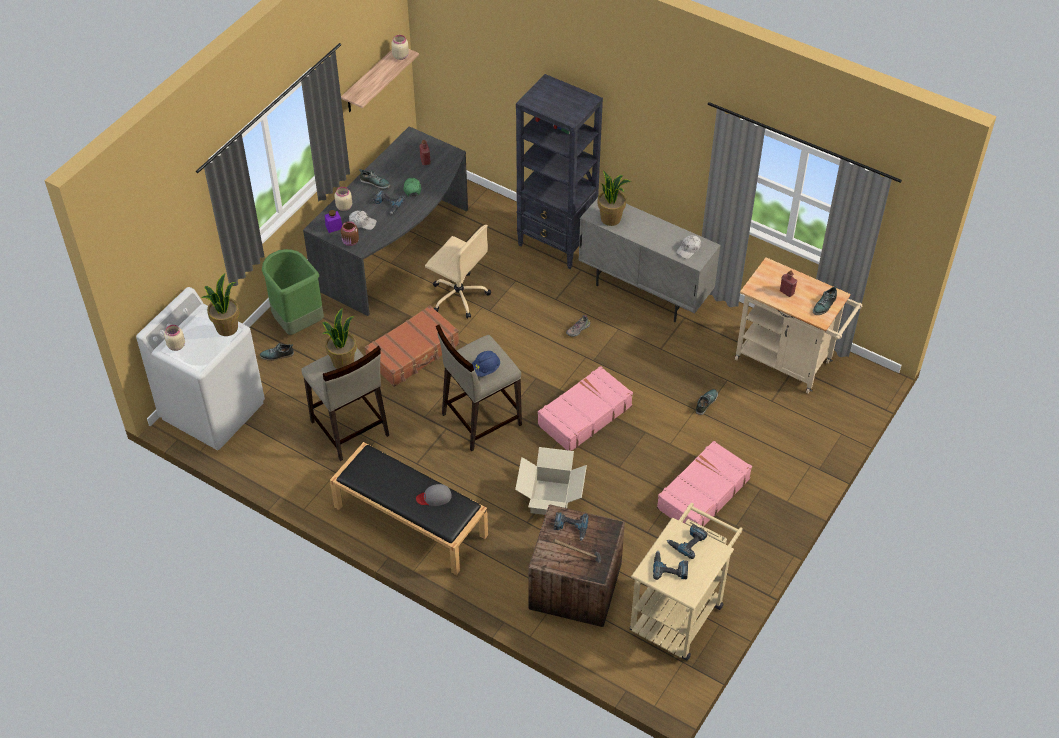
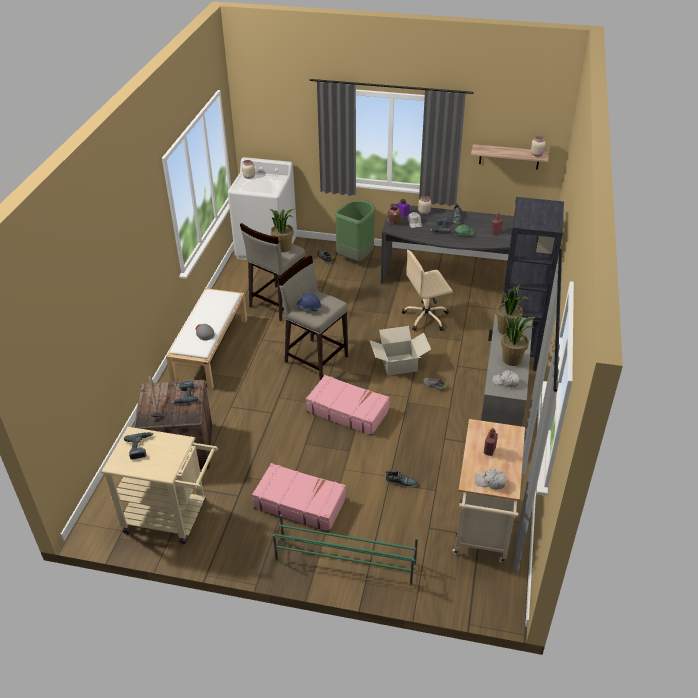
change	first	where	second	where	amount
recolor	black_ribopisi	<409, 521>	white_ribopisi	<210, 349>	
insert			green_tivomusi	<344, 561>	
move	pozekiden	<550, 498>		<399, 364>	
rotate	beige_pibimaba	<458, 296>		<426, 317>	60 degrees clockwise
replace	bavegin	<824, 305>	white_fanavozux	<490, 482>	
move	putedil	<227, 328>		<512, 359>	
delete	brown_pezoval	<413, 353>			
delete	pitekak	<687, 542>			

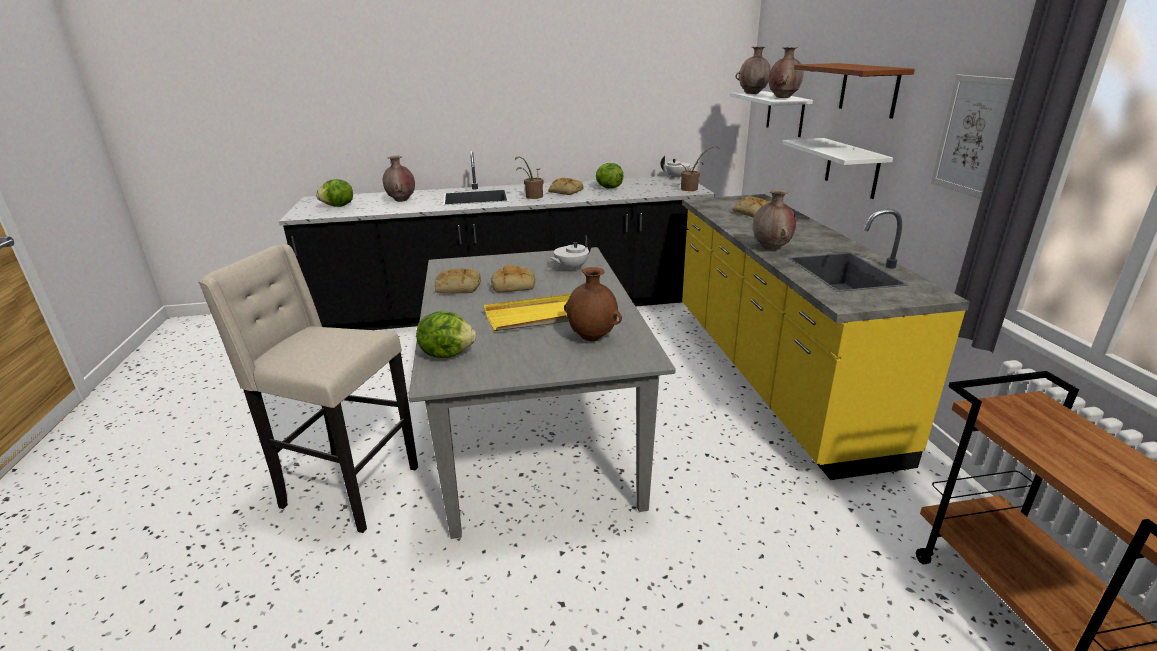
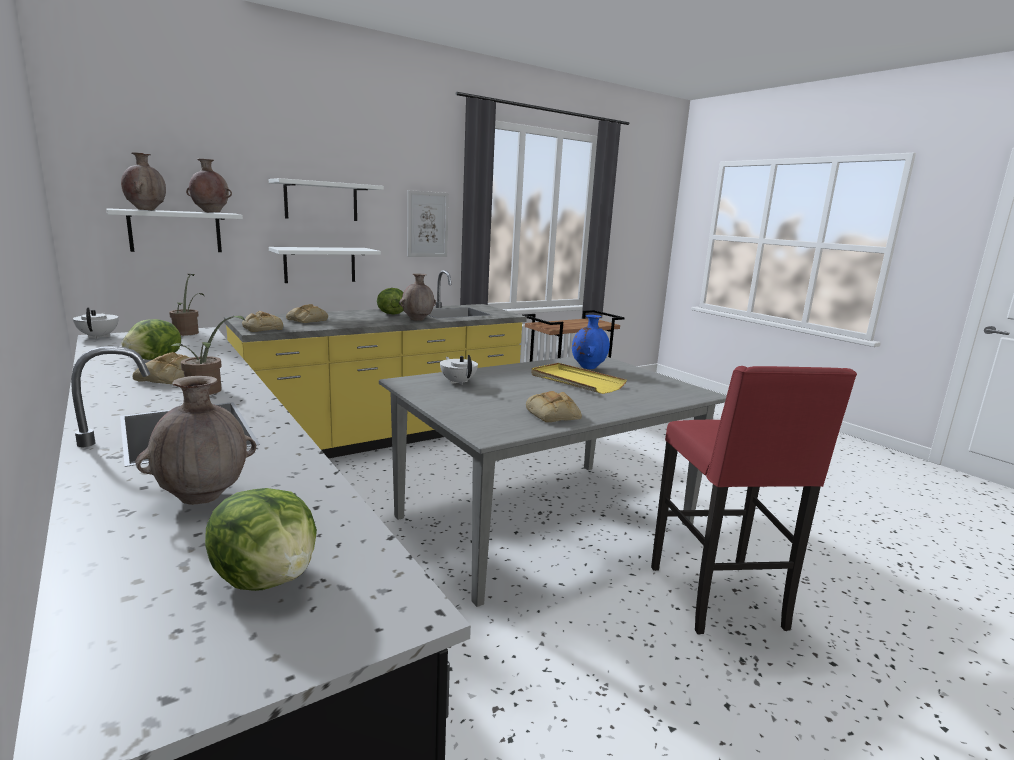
change	first	where	second	where	amount
move	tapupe	<513, 285>		<262, 328>	
recolor	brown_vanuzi	<868, 89>	white_vanuzi	<321, 201>	
move	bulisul	<447, 353>		<391, 314>	
rotate	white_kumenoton	<571, 268>		<458, 382>	150 degrees counterclockwise
recolor	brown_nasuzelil	<592, 337>	blue_nasuzelil	<588, 367>	
recolor	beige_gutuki	<347, 489>	red_gutuki	<719, 599>	

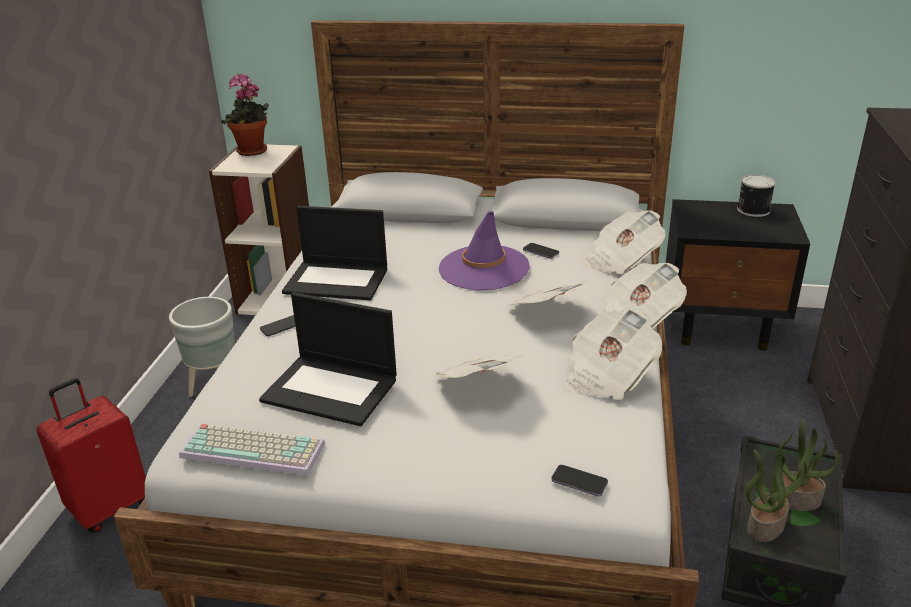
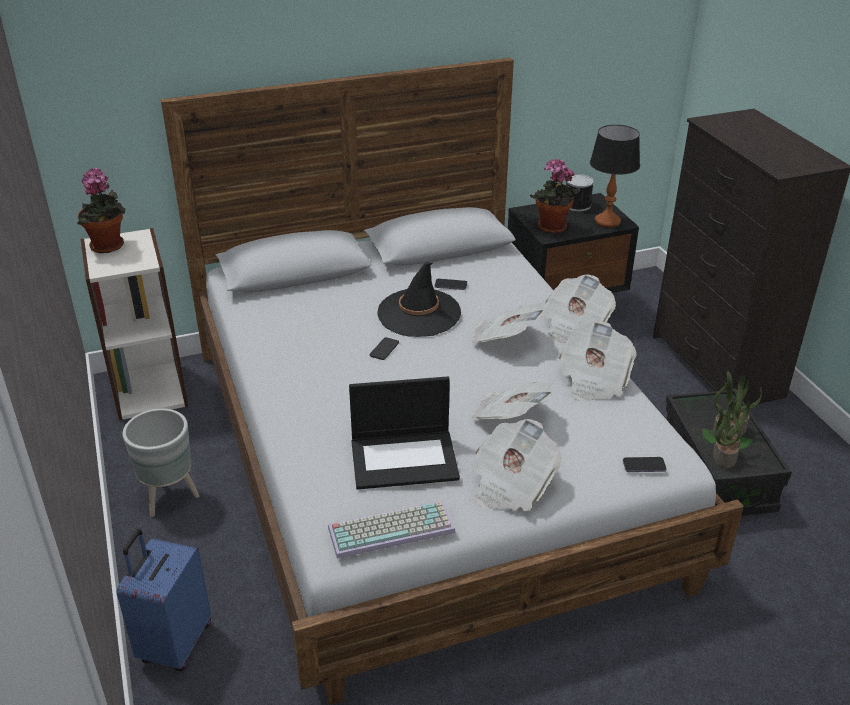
change	first	where	second	where	amount
recolor	red_pezoval	<110, 507>	blue_pezoval	<174, 643>	
move	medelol	<281, 326>		<384, 349>	
recolor	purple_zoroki	<484, 268>	black_zoroki	<419, 313>	
move	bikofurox	<621, 260>		<511, 484>	
insert			putedil	<551, 228>	
insert			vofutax	<607, 221>	
delete	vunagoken	<338, 280>			

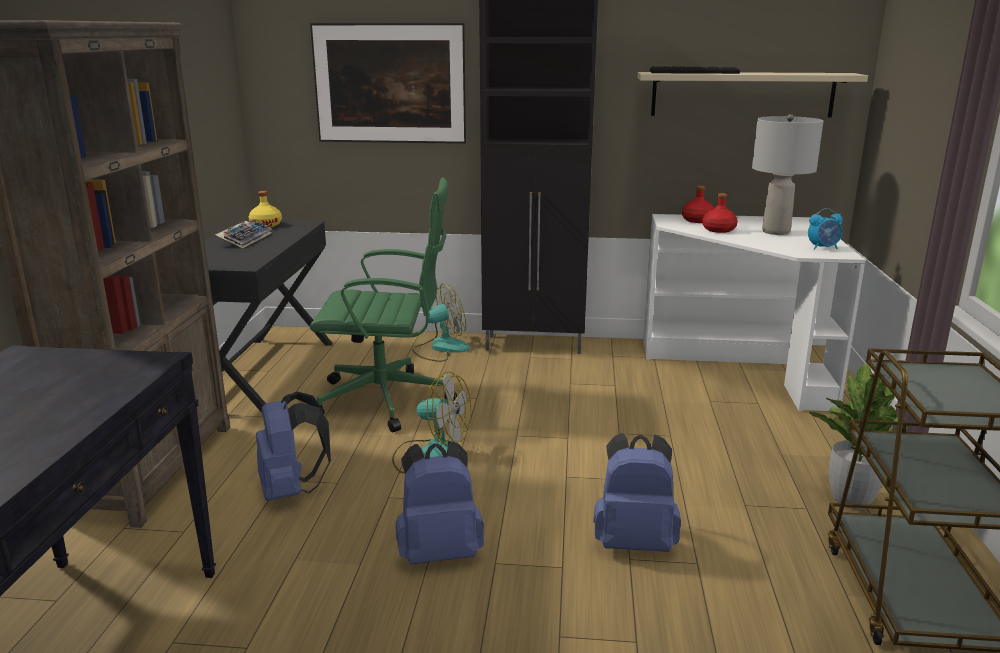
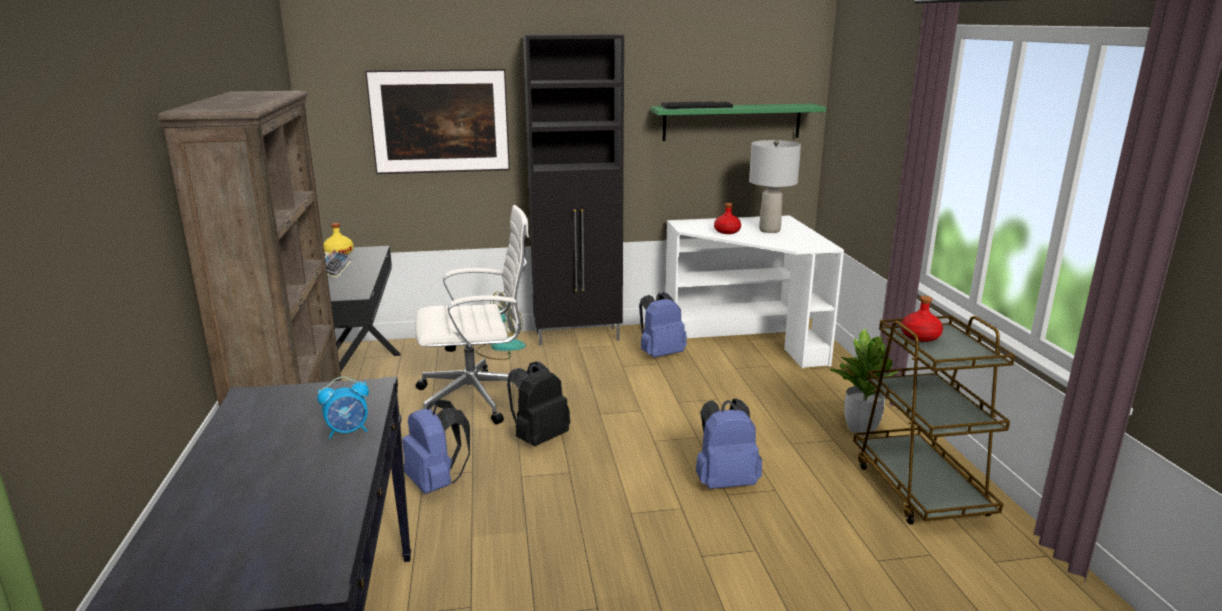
change	first	where	second	where	amount
move	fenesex	<823, 248>		<348, 432>	
recolor	green_pibimaba	<387, 400>	white_pibimaba	<477, 398>	
replace	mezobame	<431, 454>	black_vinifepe	<538, 438>	
move	blue_vinifepe	<439, 552>		<660, 354>	
recolor	beige_vanuzi	<742, 94>	green_vanuzi	<732, 122>	
move	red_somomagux	<698, 220>		<920, 336>	

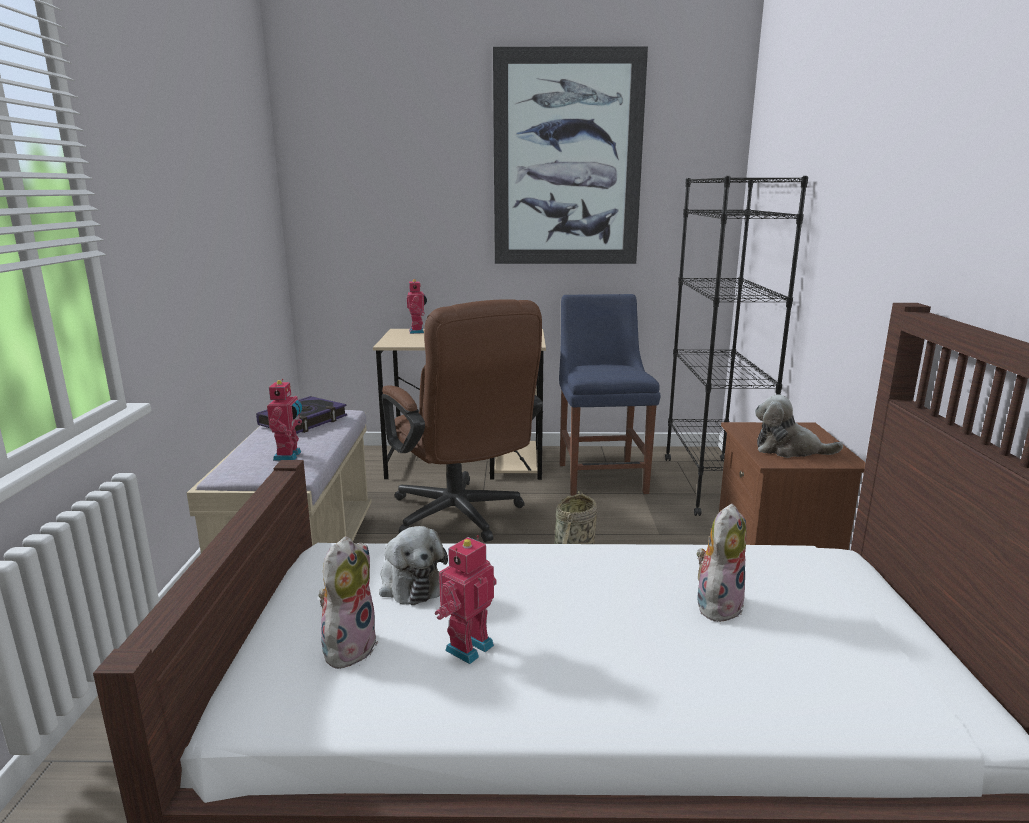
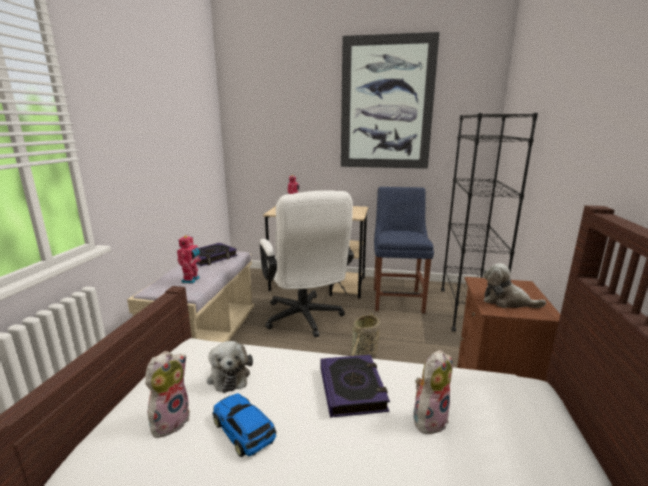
change	first	where	second	where	amount
replace	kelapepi	<467, 646>	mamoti	<244, 431>	
recolor	brown_pibimaba	<461, 518>	white_pibimaba	<305, 320>	
insert			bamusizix	<352, 389>	

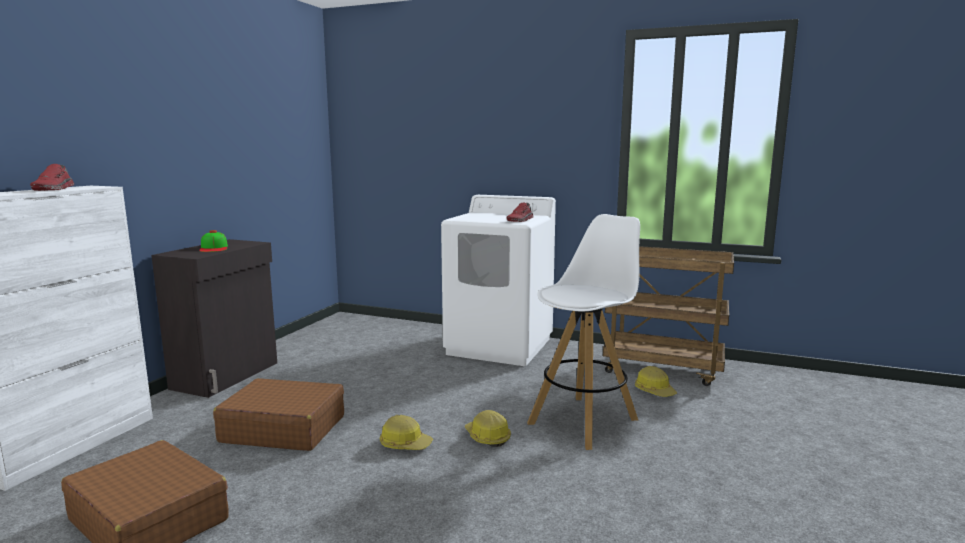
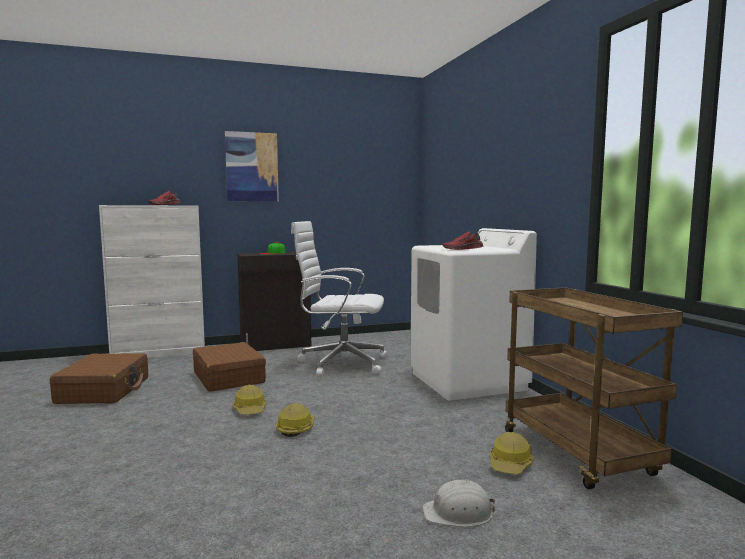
change	first	where	second	where	amount
insert			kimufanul	<252, 167>	
insert			white_pibimaba	<340, 363>	
insert			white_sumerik	<458, 513>	
delete	white_gutuki	<584, 420>			

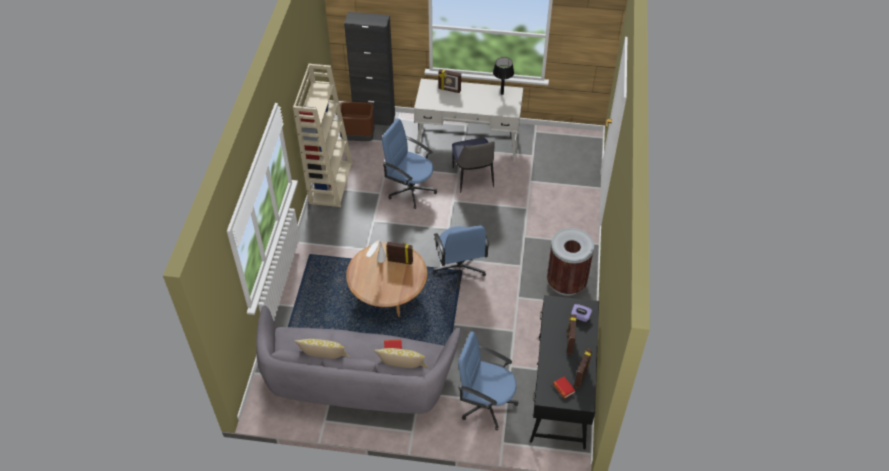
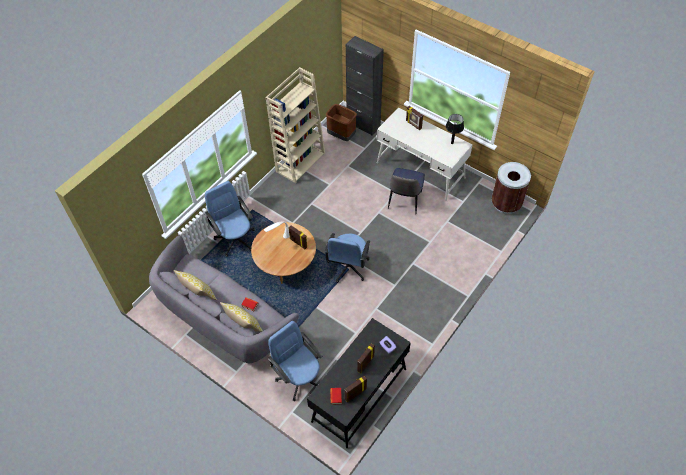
change	first	where	second	where	amount
move	blue_pibimaba	<411, 190>		<235, 239>	
move	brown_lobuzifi	<566, 282>		<506, 204>	

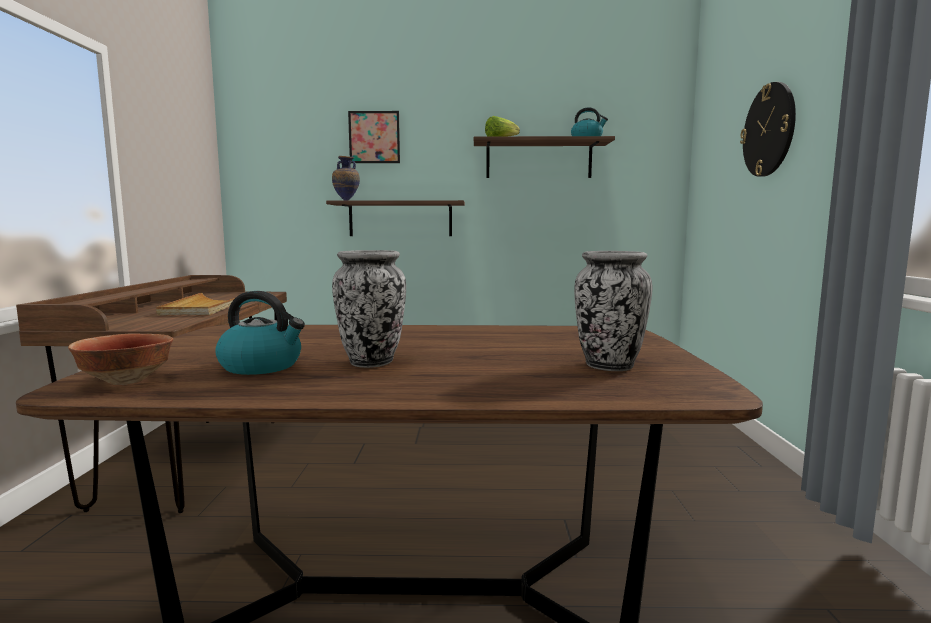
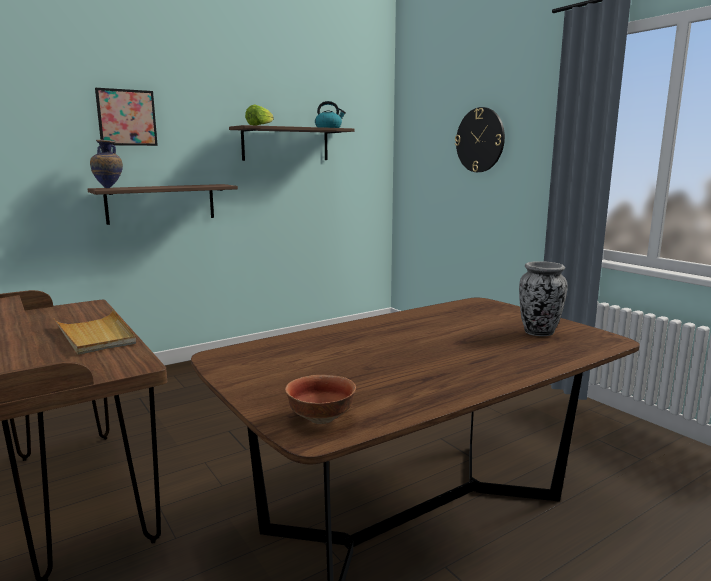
change	first	where	second	where	amount
delete	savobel	<262, 366>			
delete	nasuzelil	<372, 362>			

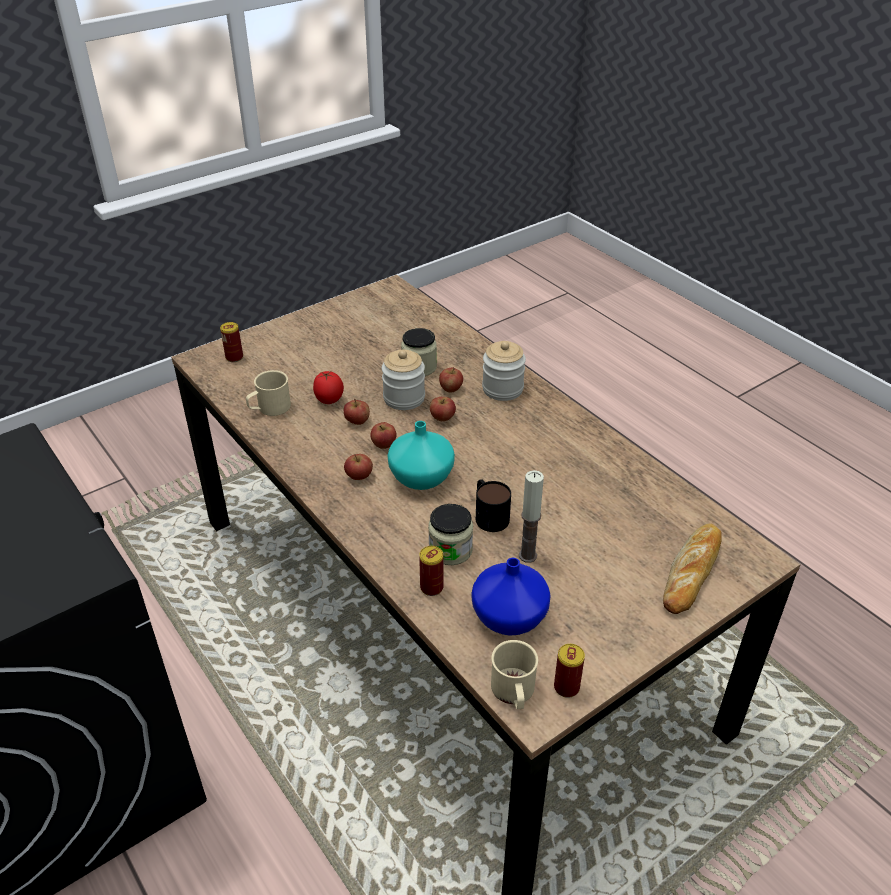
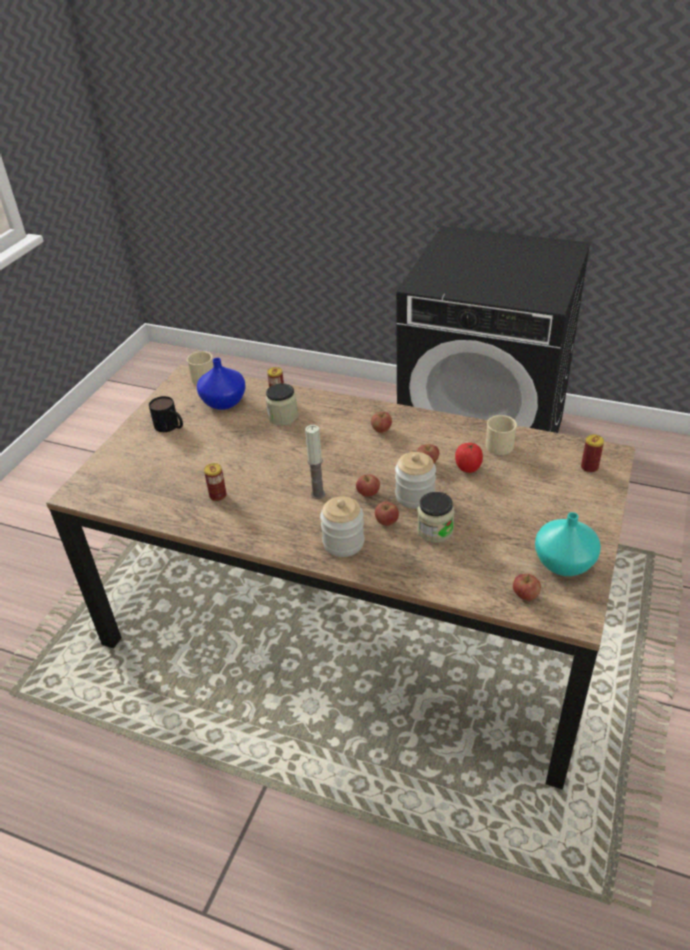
change	first	where	second	where	amount
move	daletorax	<488, 514>		<170, 427>	
move	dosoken	<566, 687>		<218, 496>	
move	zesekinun	<527, 555>		<318, 494>	
move	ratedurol	<384, 445>		<525, 595>	
move	turquoise_nasuzelil	<422, 477>		<563, 564>	
delete	tapupe	<692, 572>			

